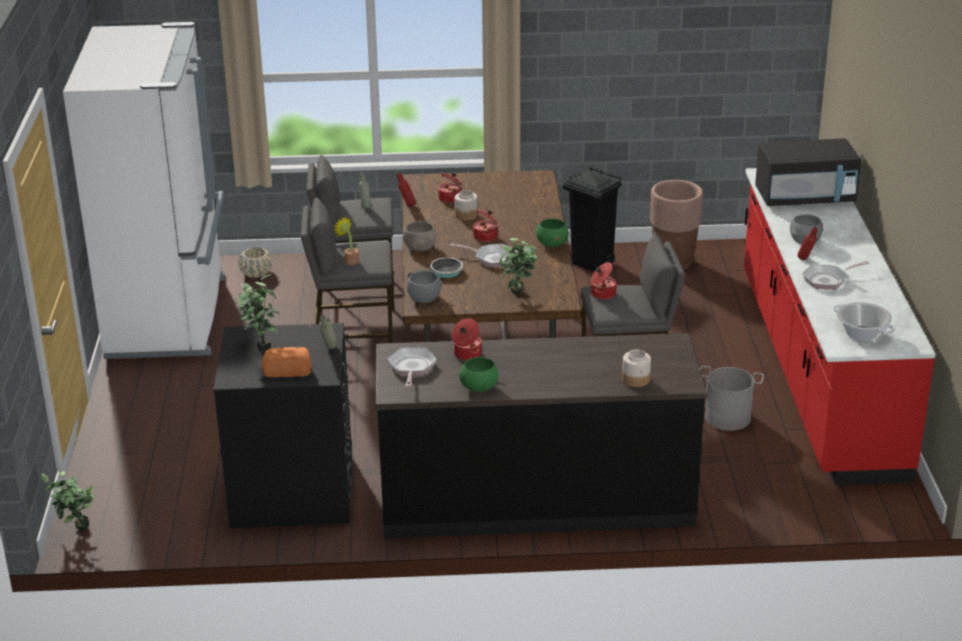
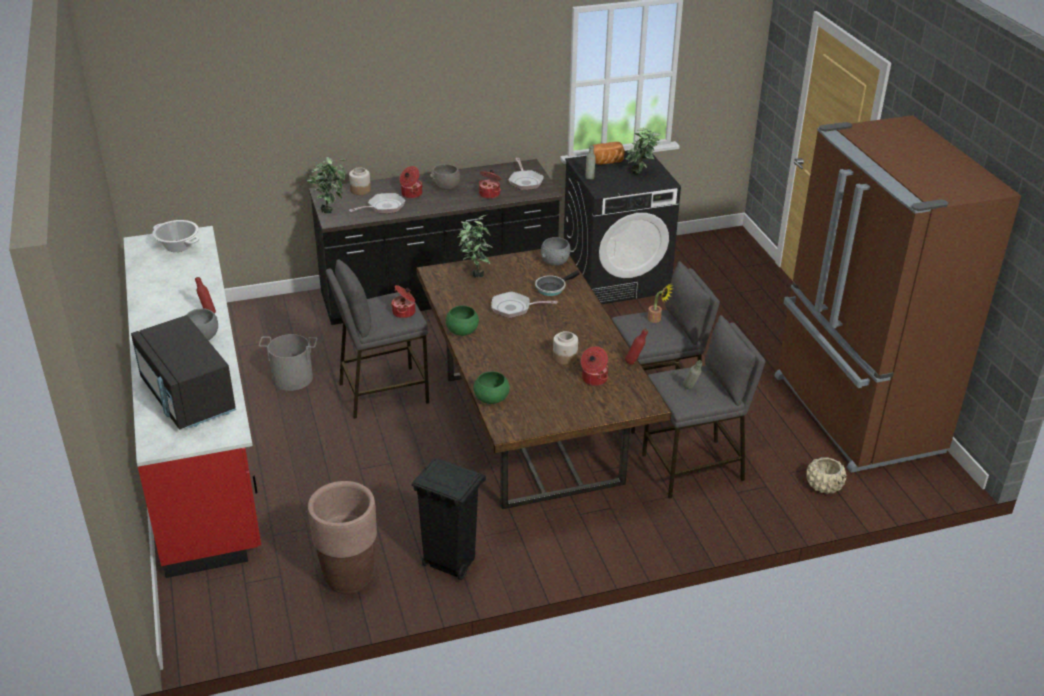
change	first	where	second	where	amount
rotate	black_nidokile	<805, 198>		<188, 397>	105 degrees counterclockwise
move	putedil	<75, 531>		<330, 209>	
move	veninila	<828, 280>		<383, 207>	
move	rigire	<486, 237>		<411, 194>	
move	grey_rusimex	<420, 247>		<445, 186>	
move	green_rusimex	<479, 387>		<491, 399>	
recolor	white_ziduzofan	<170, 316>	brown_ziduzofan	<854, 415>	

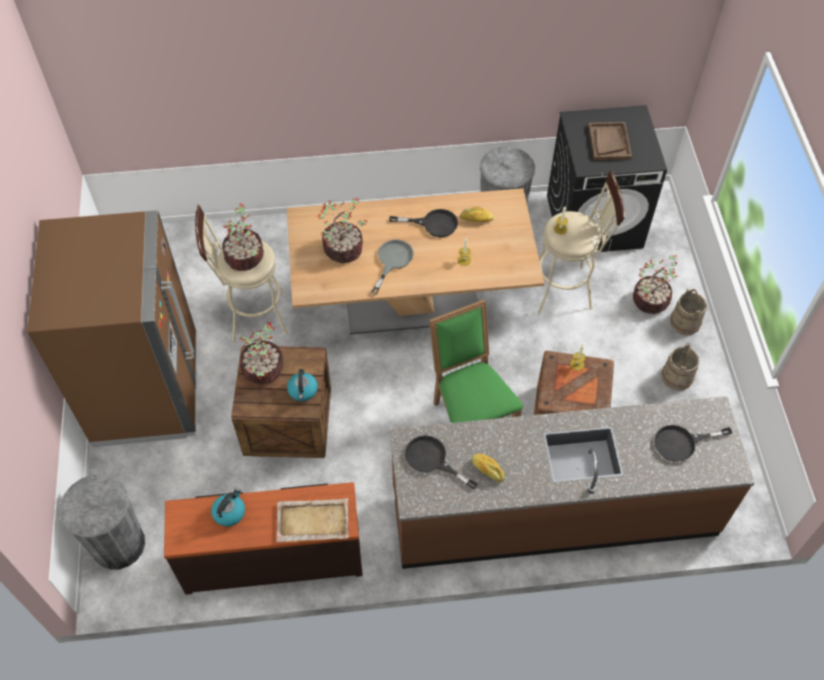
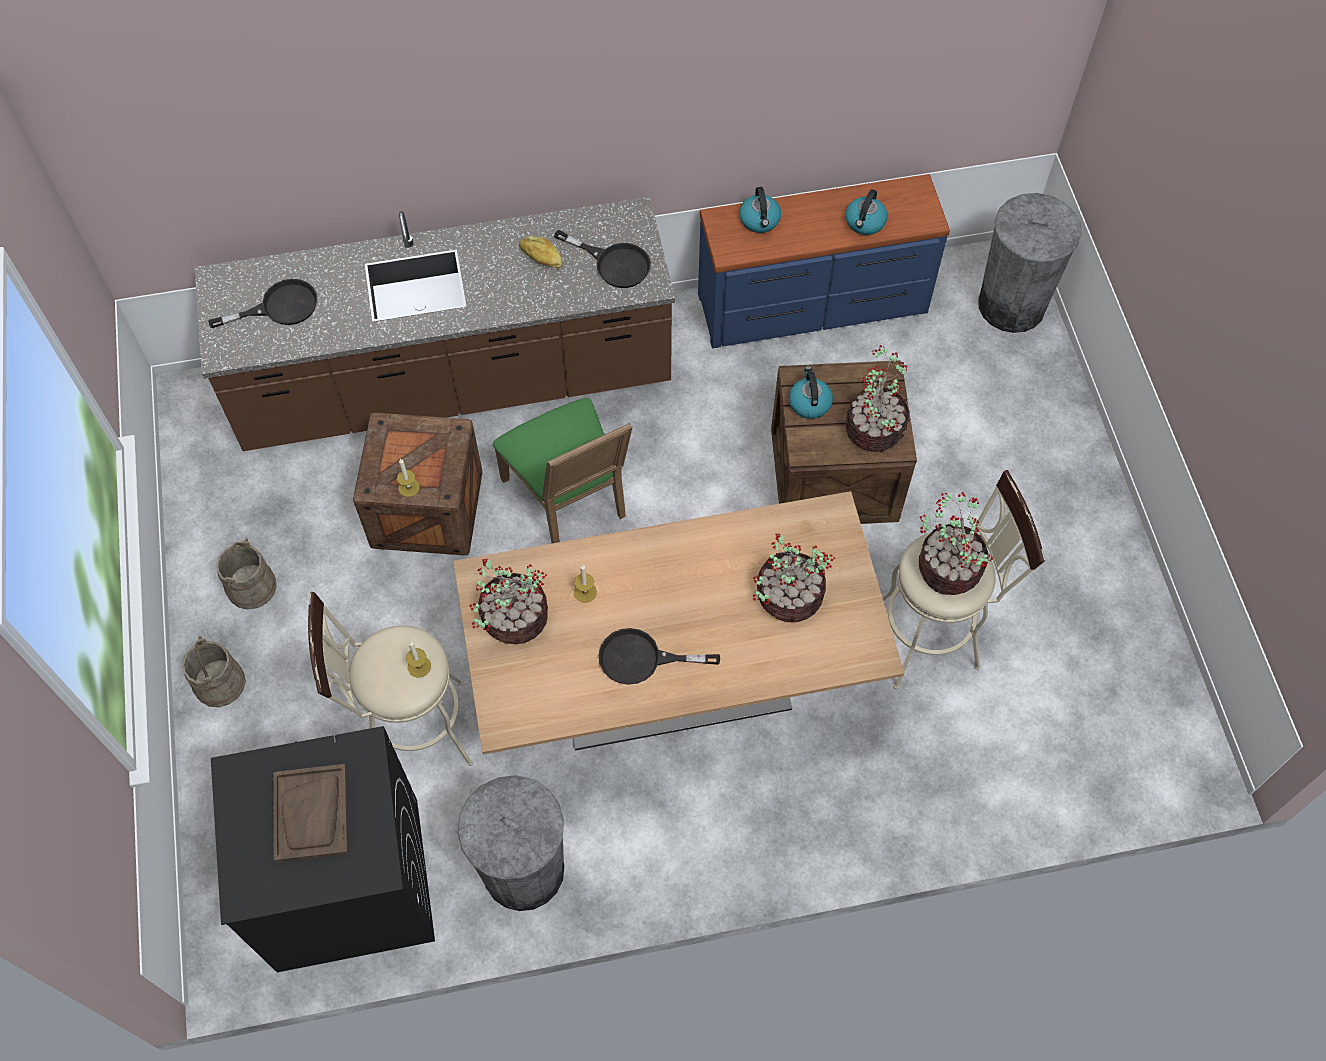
change	first	where	second	where	amount
move	putedil	<651, 300>		<513, 619>	
recolor	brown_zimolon	<273, 557>	blue_zimolon	<813, 305>	
replace	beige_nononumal	<312, 521>	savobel	<760, 220>	
delete	brown_ziduzofan	<147, 390>			
delete	grey_veninila	<392, 261>			
delete	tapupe	<476, 219>			

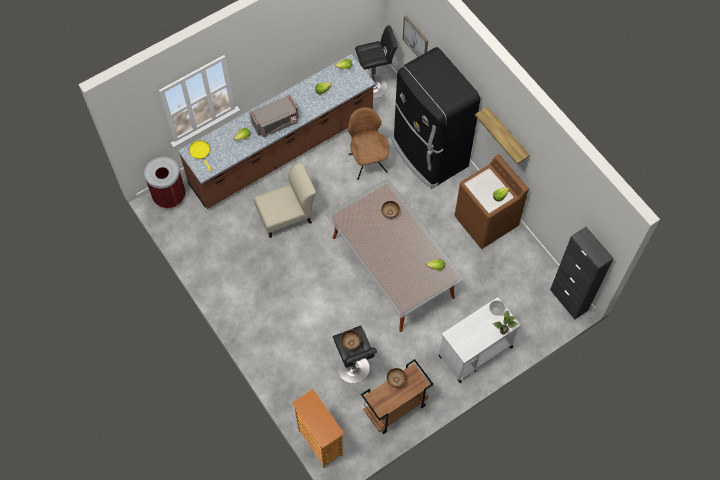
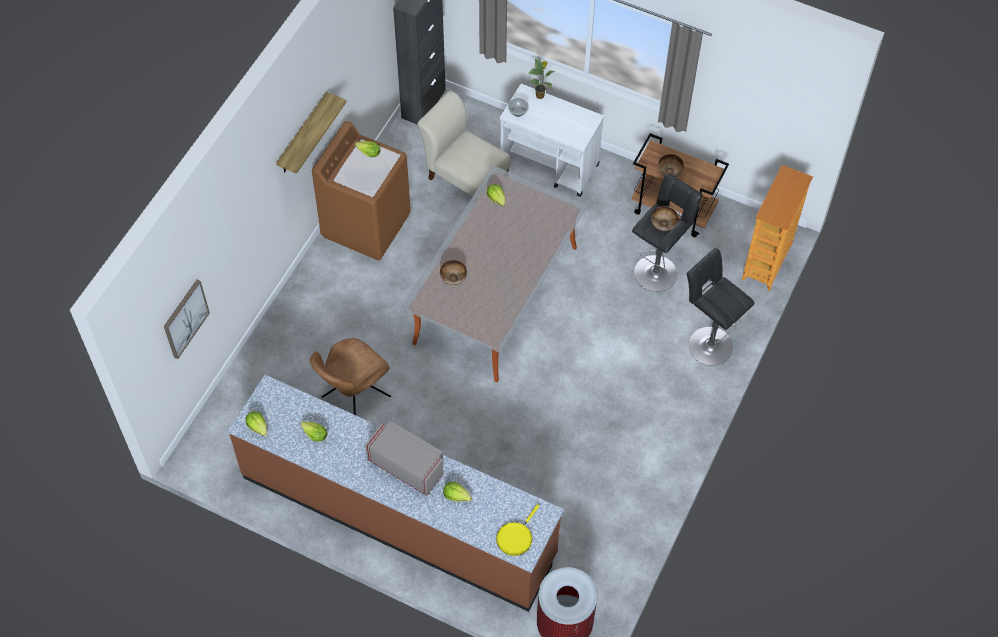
change	first	where	second	where	amount
move	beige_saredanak	<287, 216>		<465, 176>	
move	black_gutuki	<375, 86>		<707, 343>	
delete	black_ziduzofan	<428, 154>			

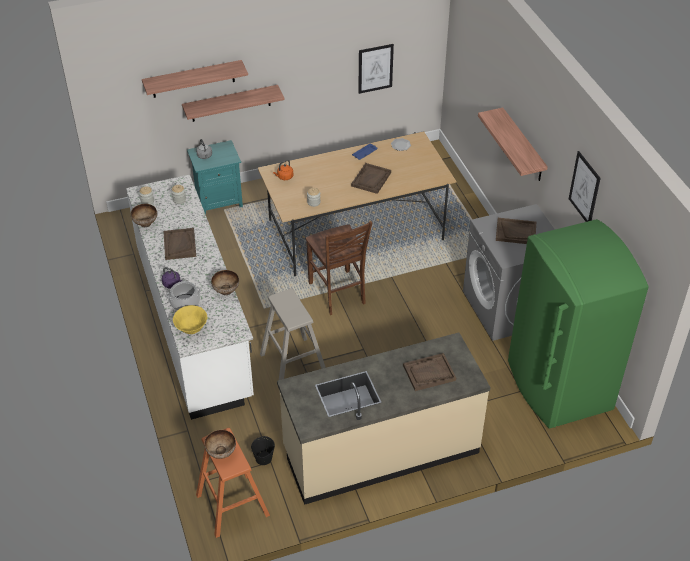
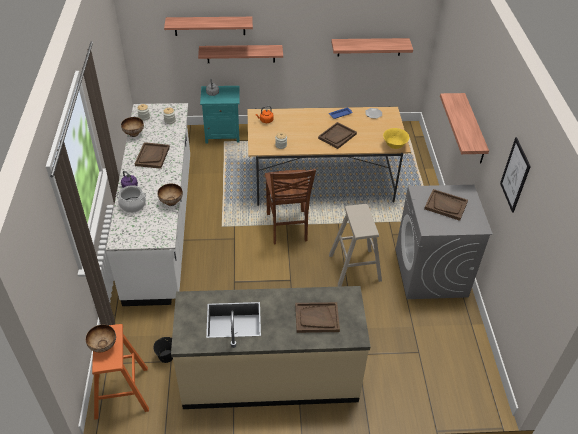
change	first	where	second	where	amount
move	beige_gutuki	<292, 362>		<354, 267>	
replace	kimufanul	<375, 68>	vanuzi	<369, 47>	
move	yellow_rusimex	<191, 329>		<394, 146>	
delete	green_ziduzofan	<558, 386>			

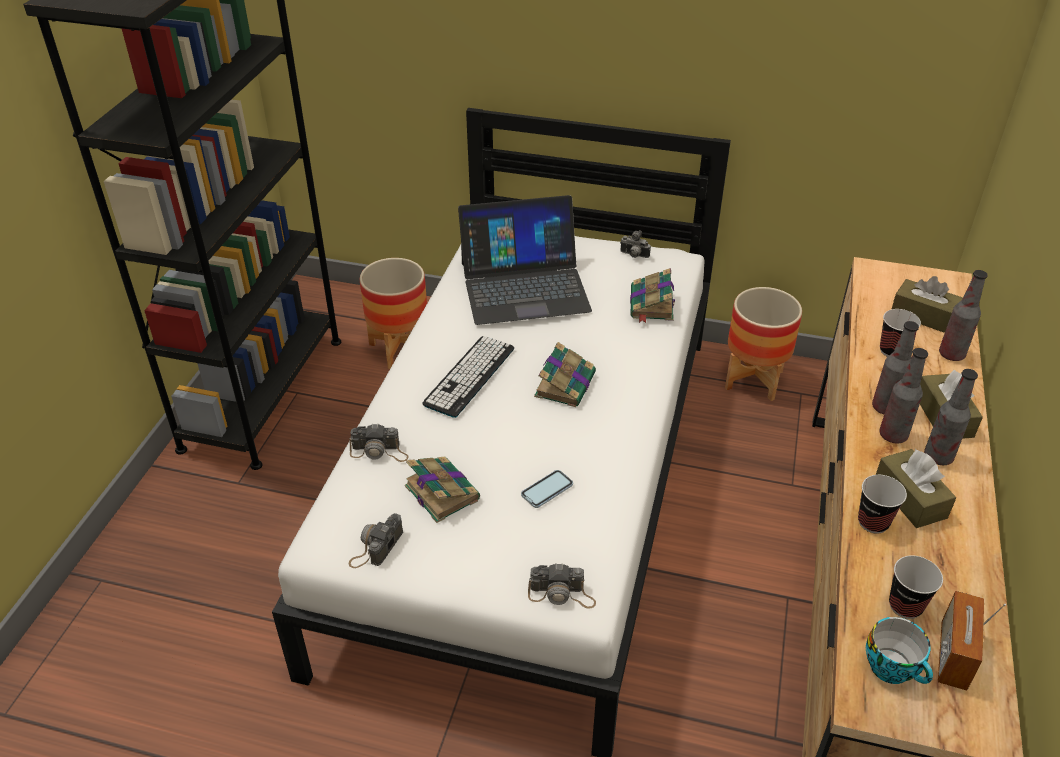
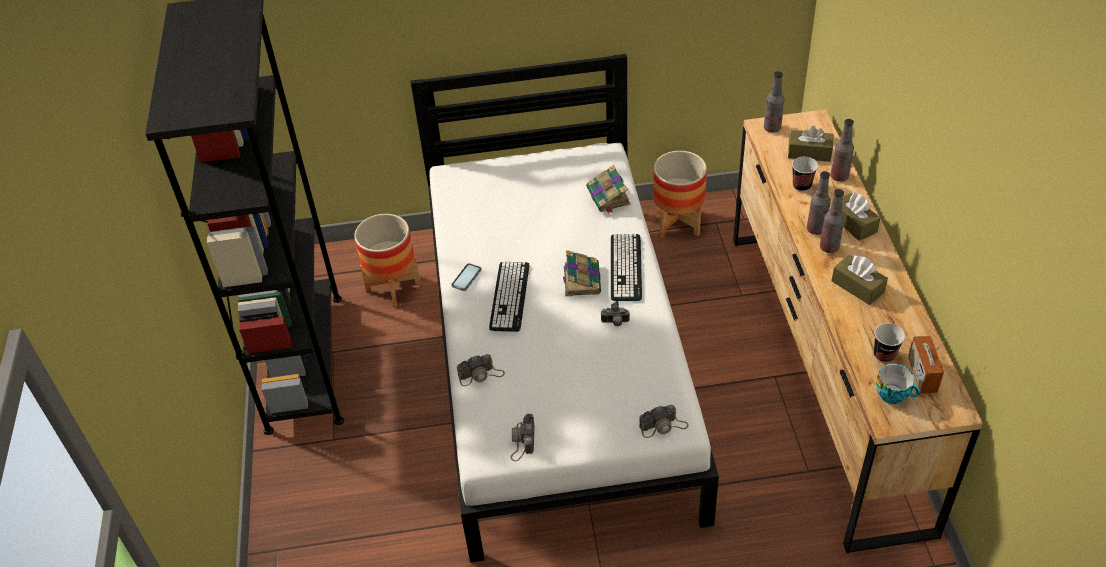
change	first	where	second	where	amount
move	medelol	<547, 490>		<466, 278>	
move	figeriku	<633, 255>		<615, 323>	
insert			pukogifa	<625, 267>	
move	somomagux	<938, 457>		<772, 128>	
delete	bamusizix	<441, 492>			
delete	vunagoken	<524, 286>			
delete	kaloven	<873, 522>			

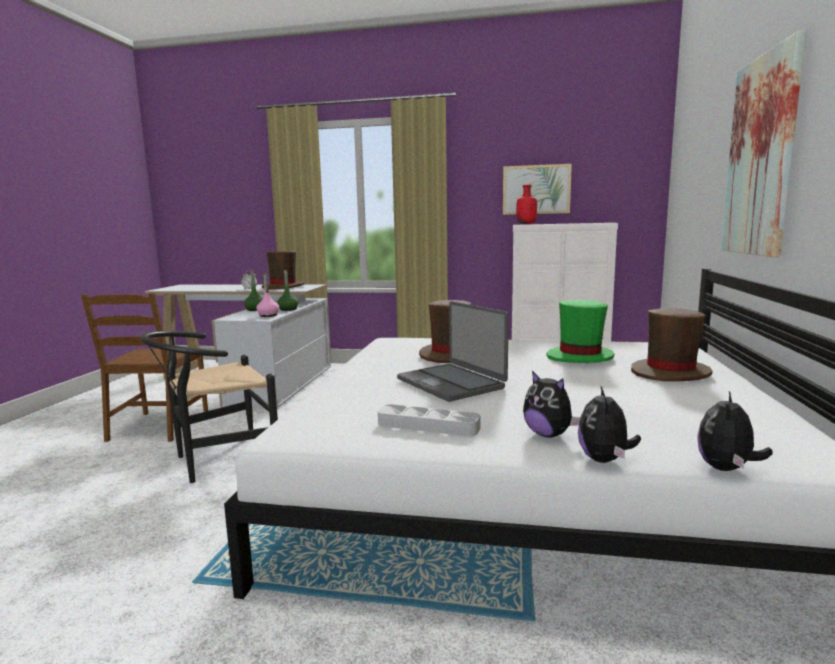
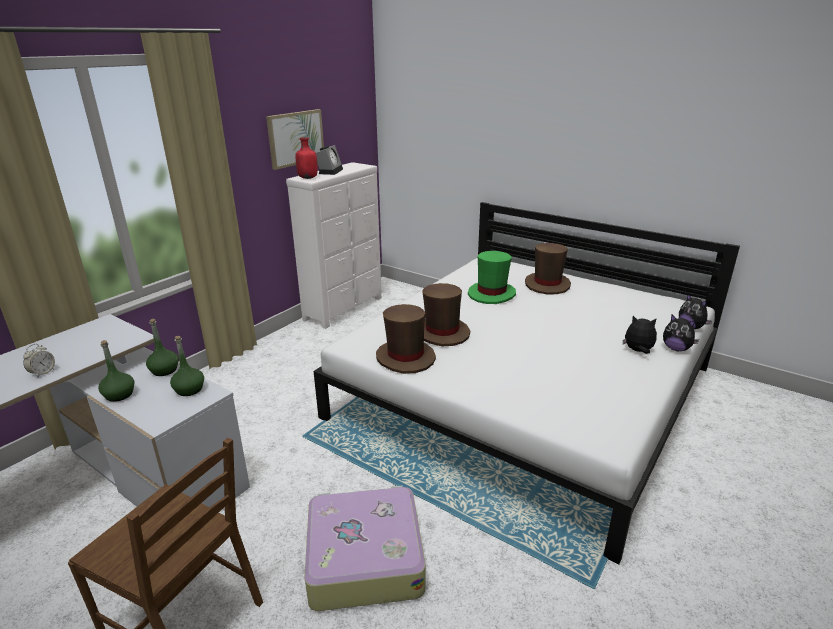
change	first	where	second	where	amount
recolor	pink_somomagux	<268, 315>	green_somomagux	<189, 389>	
replace	black_saredanak	<218, 461>	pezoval	<364, 557>	
insert			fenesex	<329, 171>	
move	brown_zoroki	<283, 287>		<405, 357>	
rotate	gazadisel	<548, 434>		<638, 351>	150 degrees counterclockwise
delete	grey_nononumal	<428, 426>			
delete	vunagoken	<451, 383>			
delete	kimufanul	<761, 156>			

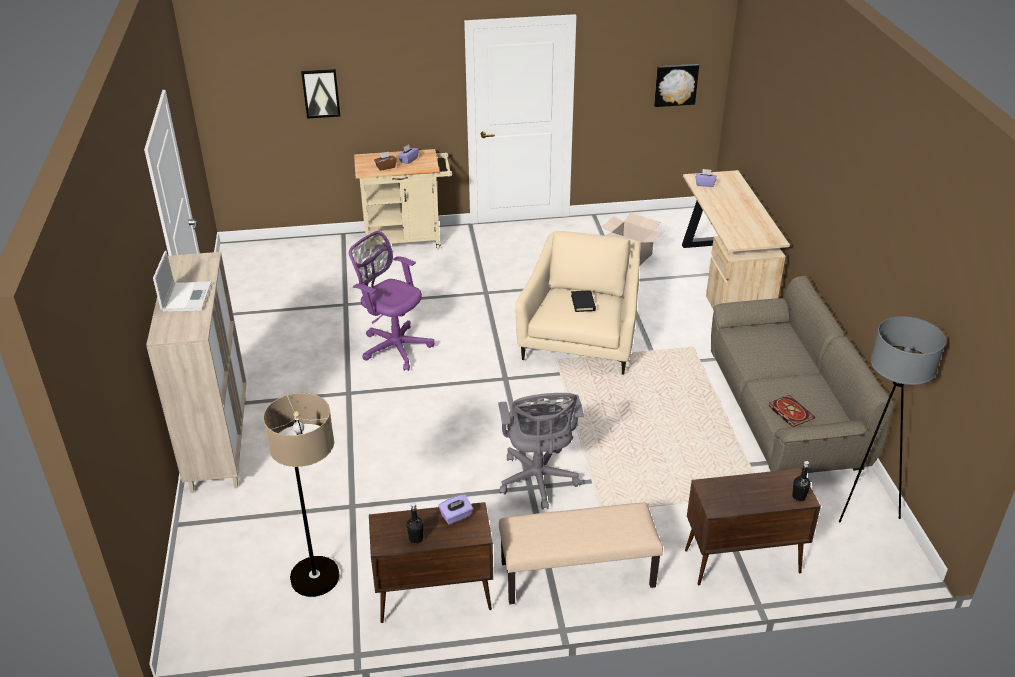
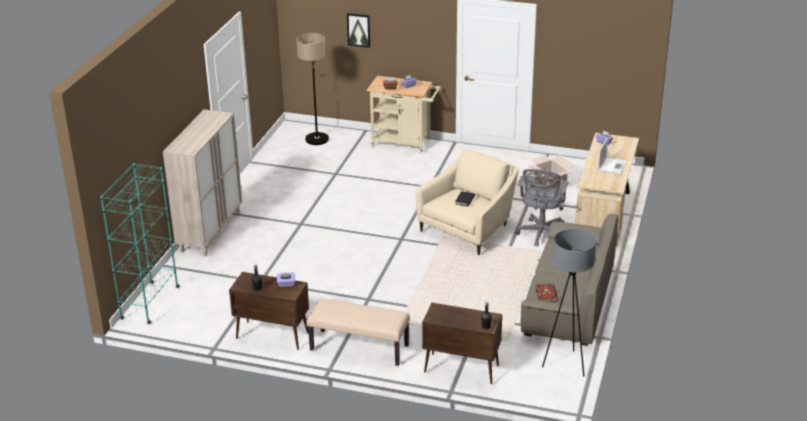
change	first	where	second	where	amount
insert			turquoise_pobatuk	<150, 303>	
move	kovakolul	<321, 591>		<316, 144>	
move	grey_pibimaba	<538, 481>		<540, 234>	
move	vunagoken	<186, 296>		<612, 166>	
delete	purple_pibimaba	<394, 346>			
delete	kimufanul	<675, 84>			

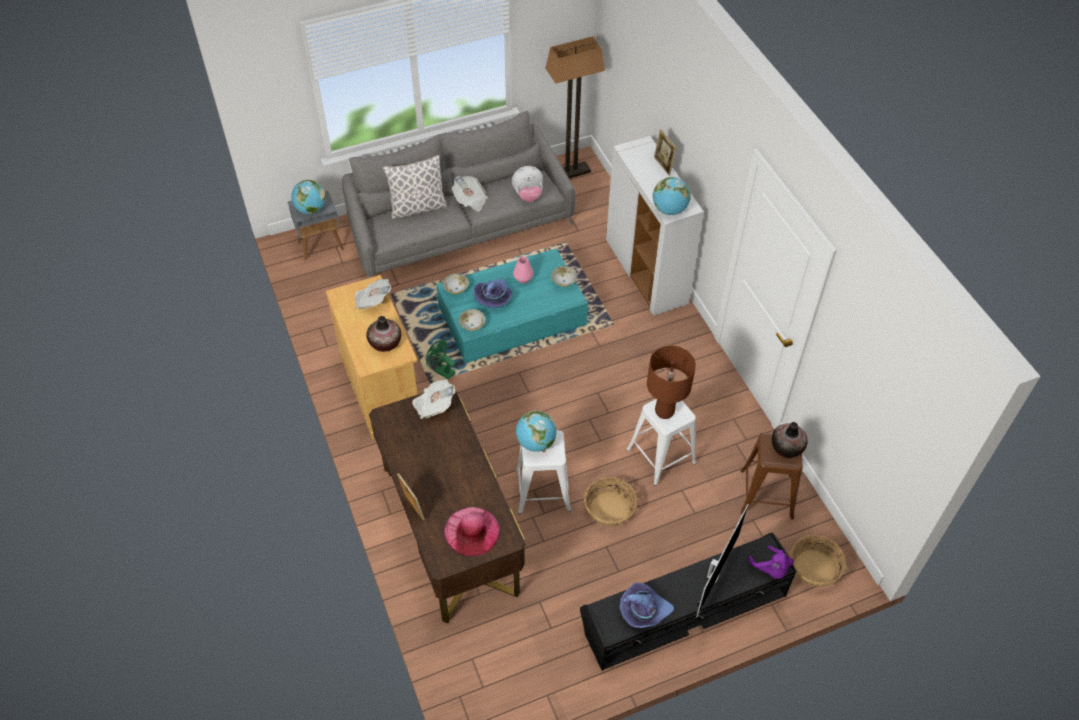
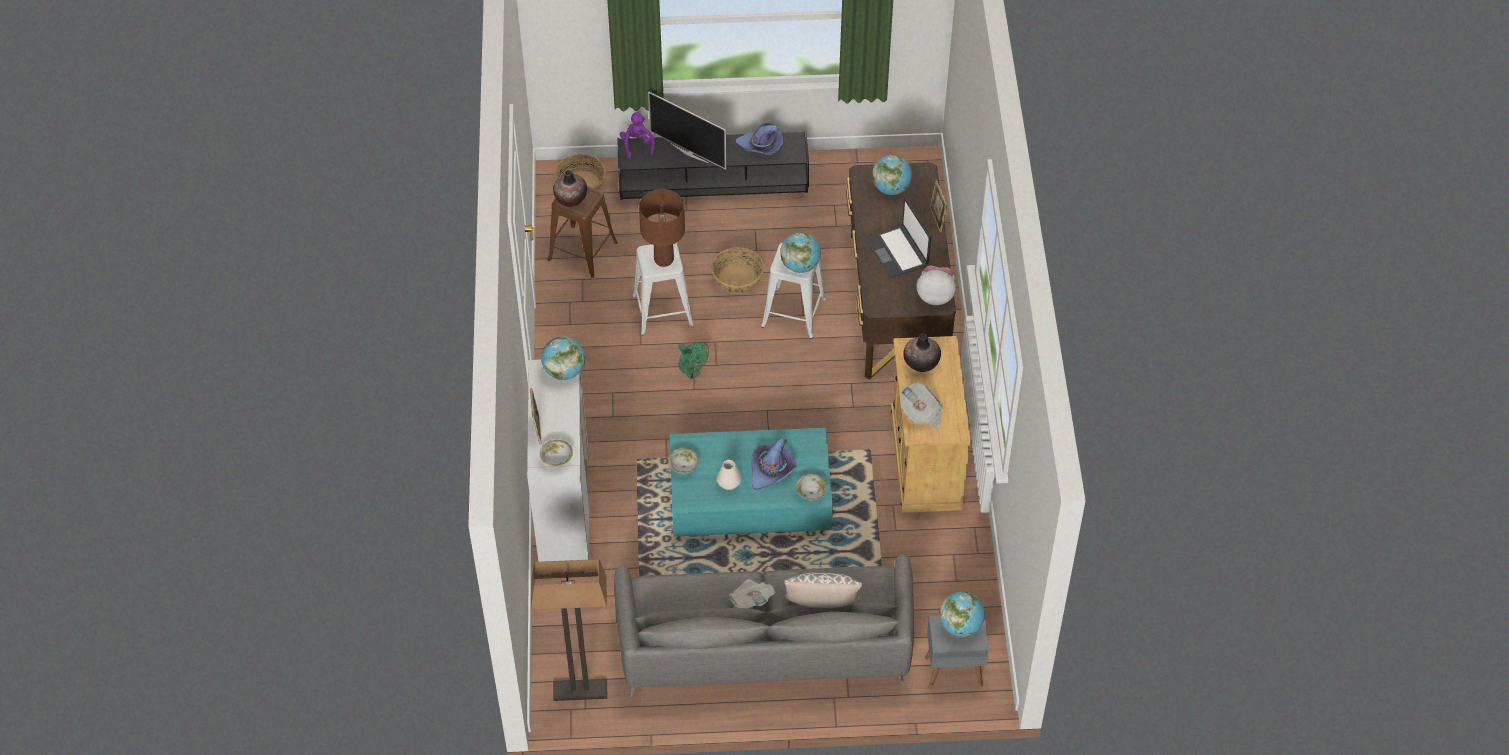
change	first	where	second	where	amount
move	rusimex	<472, 325>		<556, 459>	
rotate	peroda	<712, 577>		<690, 153>	105 degrees counterclockwise
move	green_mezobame	<441, 370>		<692, 372>	
recolor	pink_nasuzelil	<523, 278>	white_nasuzelil	<729, 484>	
insert			vunagoken	<897, 252>	
replace	pink_zoroki	<471, 531>	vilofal	<891, 188>	
move	gazadisel	<528, 195>		<935, 296>	
delete	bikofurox	<434, 405>			

